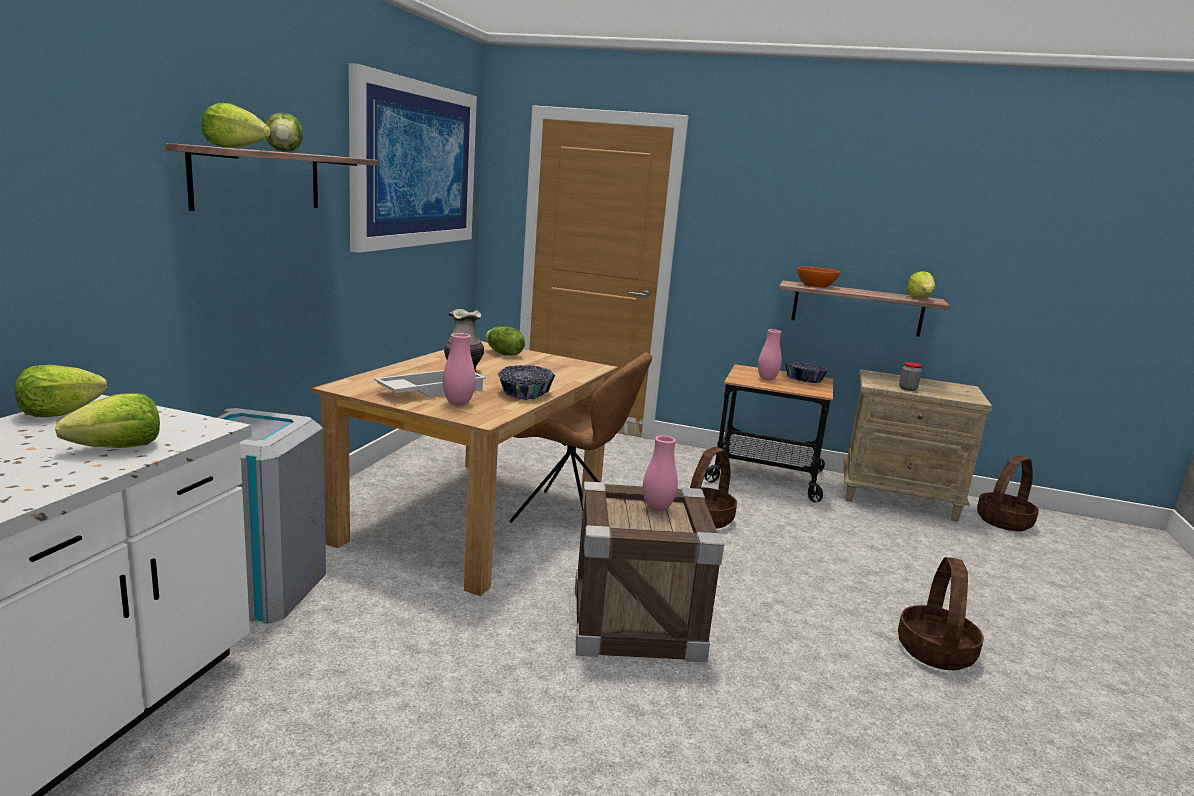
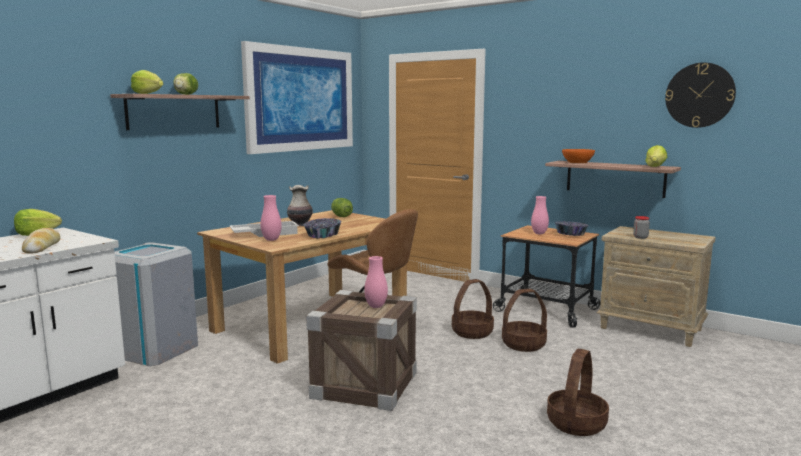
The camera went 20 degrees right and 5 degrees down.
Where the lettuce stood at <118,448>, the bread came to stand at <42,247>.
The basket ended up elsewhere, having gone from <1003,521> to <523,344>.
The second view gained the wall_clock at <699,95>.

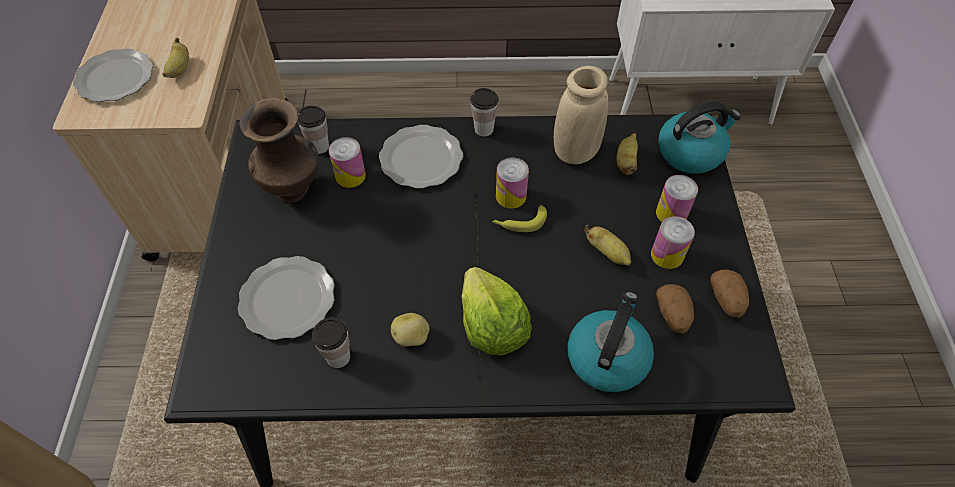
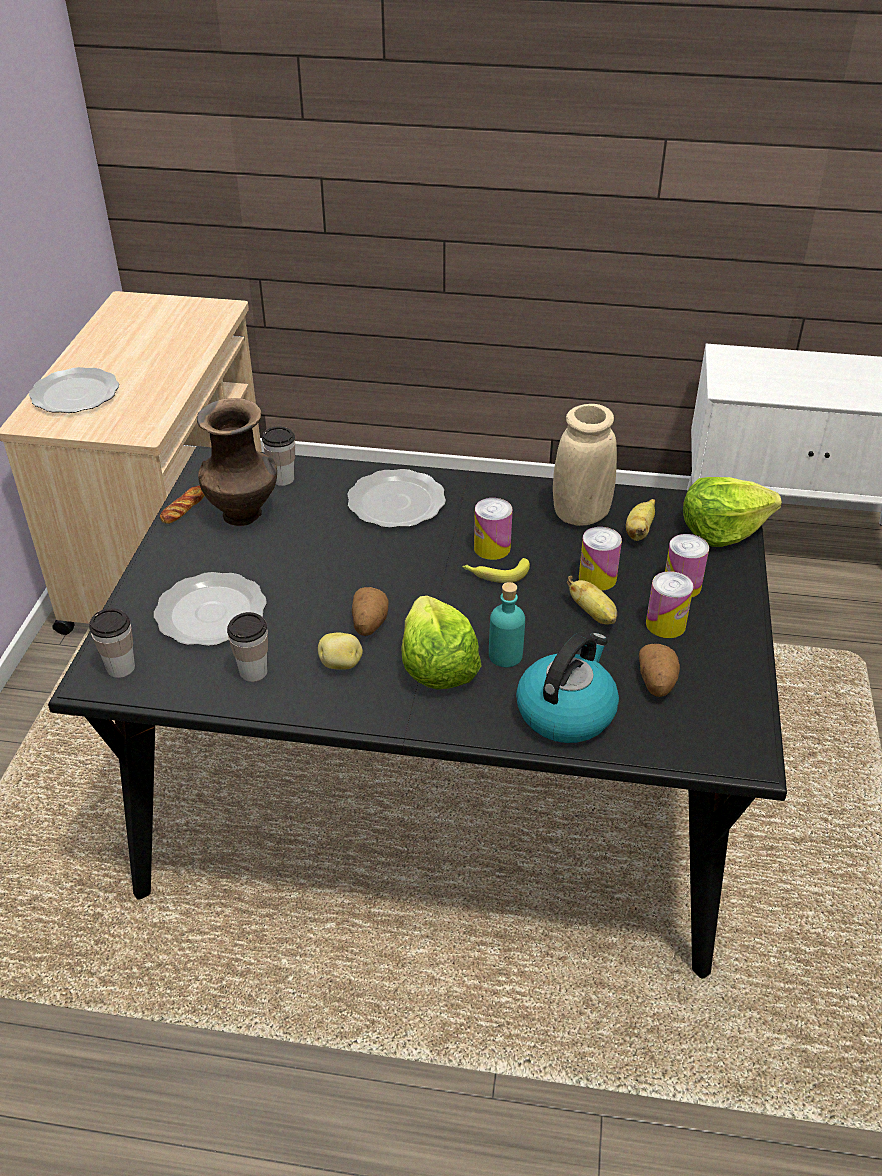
The camera went 10 degrees right and 15 degrees down.
The cup ended up elsewhere, having gone from <484,129> to <120,667>.
The second view gained the bread at <184,508>.
The potato ended up elsewhere, having gone from <726,300> to <369,624>.
The second view gained the turquoise_bottle at <505,655>.
The can ended up elsewhere, having gone from <350,176> to <597,578>.
Where the kettle stood at <691,152>, the lettuce came to stand at <722,530>.
The second view lost the banana at <179,69>.

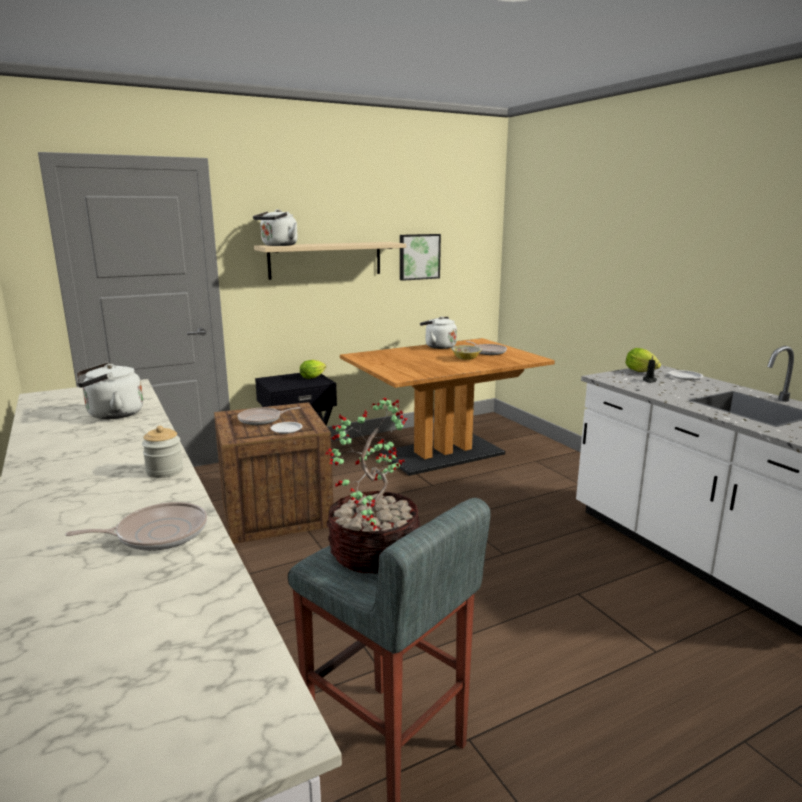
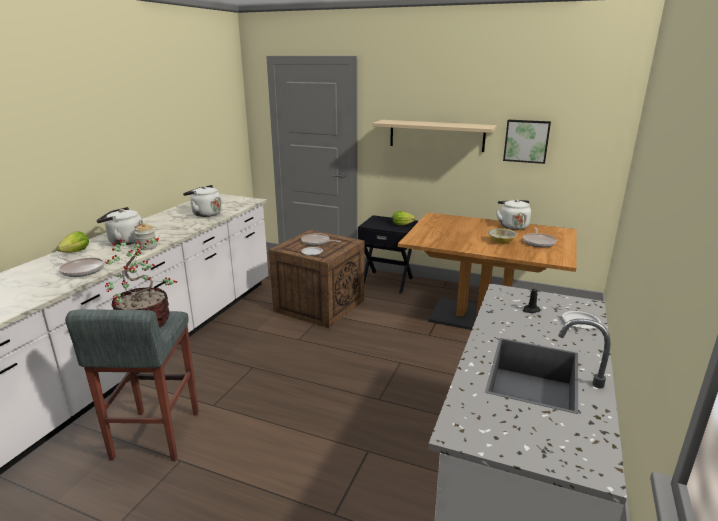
The camera went 50 degrees right and 5 degrees up.
The lettuce ended up elsewhere, having gone from <642,372> to <74,253>.
The white_kettle ended up elsewhere, having gone from <278,245> to <124,241>.

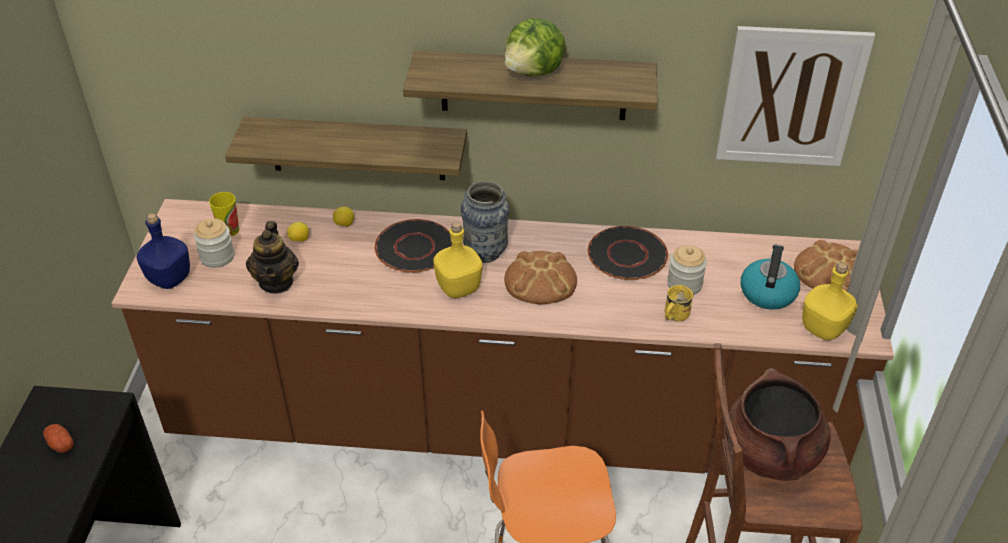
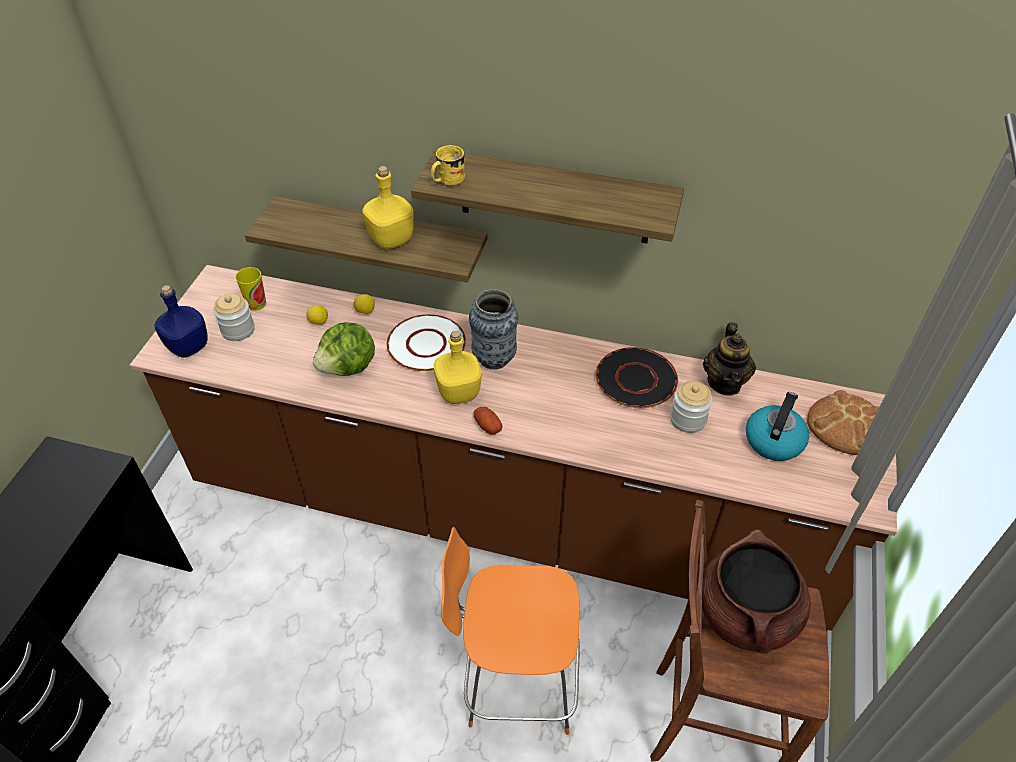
The camera went 10 degrees right and 5 degrees up.
The lettuce ended up elsewhere, having gone from <534,72> to <349,367>.
The yellow_bottle ended up elsewhere, having gone from <823,329> to <390,240>.
What was the black_plate at <415,247> turned into the white_plate at <427,344>.
The yellow_mug ended up elsewhere, having gone from <674,316> to <447,181>.
The potato ended up elsewhere, having gone from <60,444> to <487,426>.
The teapot ended up elsewhere, having gone from <276,282> to <724,382>.
The second view lost the bread at <540,280>.
The second view lost the picture at <790,97>.

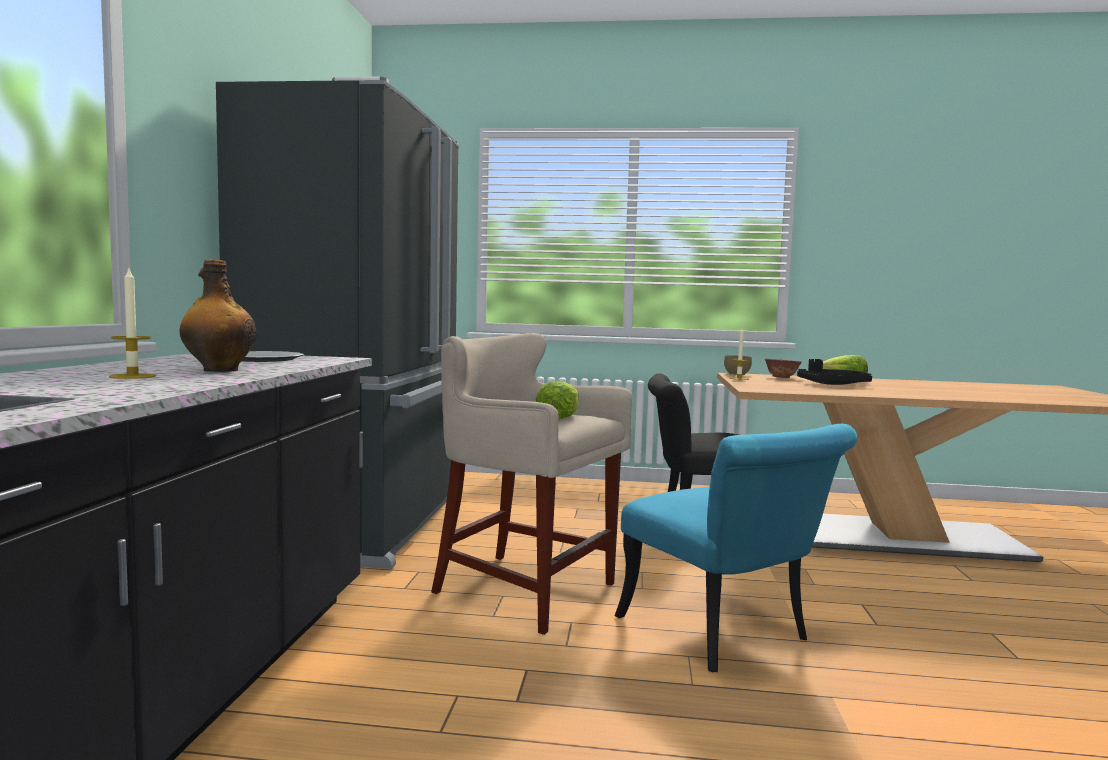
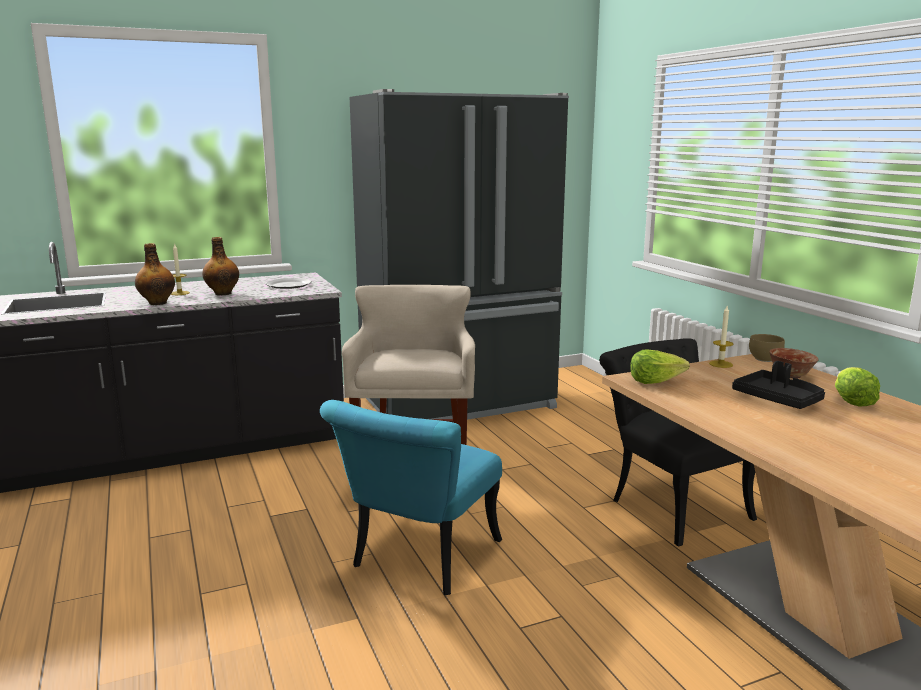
The camera went 60 degrees right and 10 degrees up.
The second view gained the bottle at <157,303>.
The lettuce ended up elsewhere, having gone from <559,416> to <655,381>.

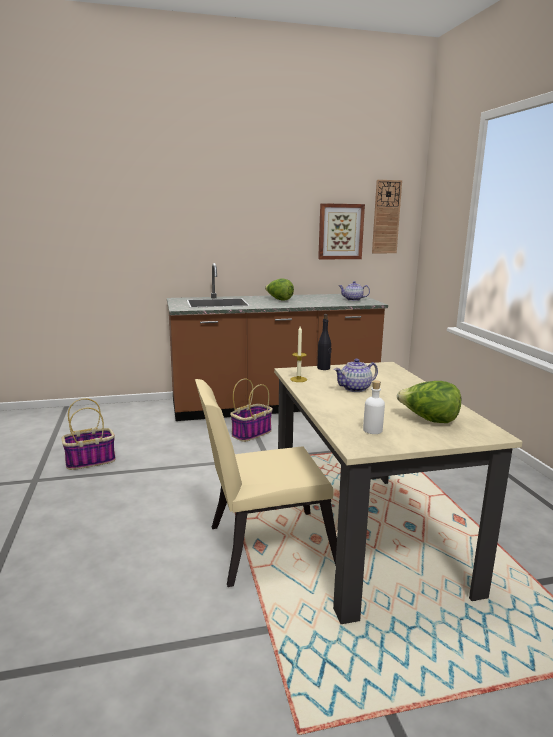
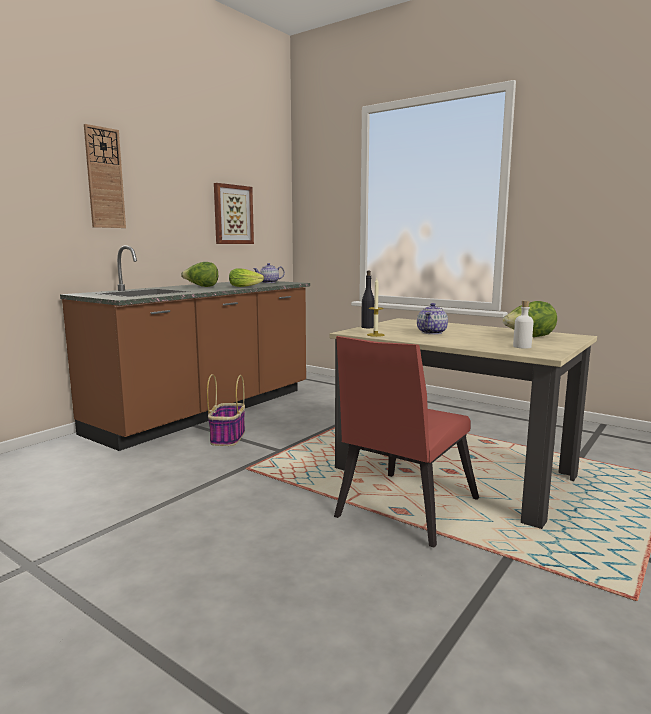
The camera went 40 degrees left and 5 degrees down.
The wall_clock ended up elsewhere, having gone from <386,217> to <104,178>.
The second view gained the lettuce at <247,286>.
What was the beige_chair at <263,547> turned into the red_chair at <402,511>.
The second view lost the basket at <91,461>.

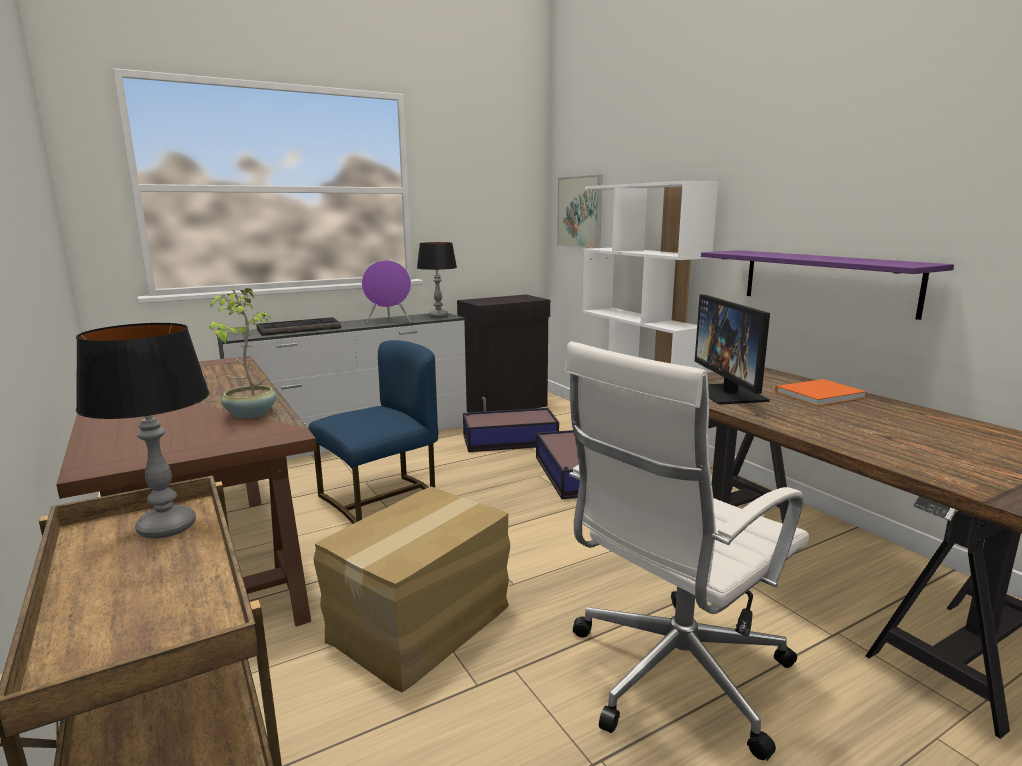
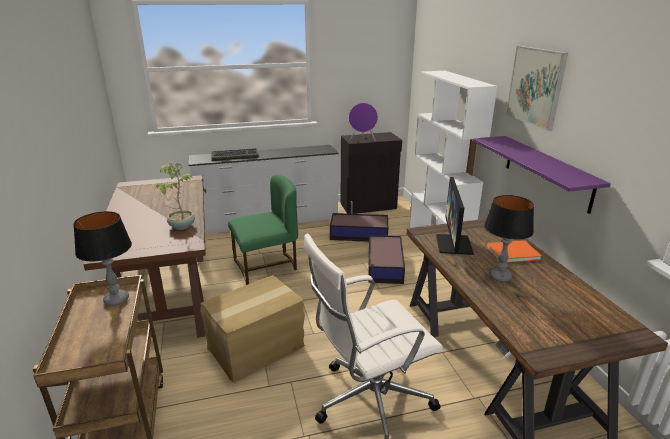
The camera went 15 degrees right and 10 degrees up.
What was the blue_chair at <381,499> turned into the green_chair at <266,267>.
The purple_speaker ended up elsewhere, having gone from <389,322> to <362,140>.
The table_lamp ended up elsewhere, having gone from <438,316> to <500,276>.
The picture ended up elsewhere, having gone from <580,212> to <535,86>.

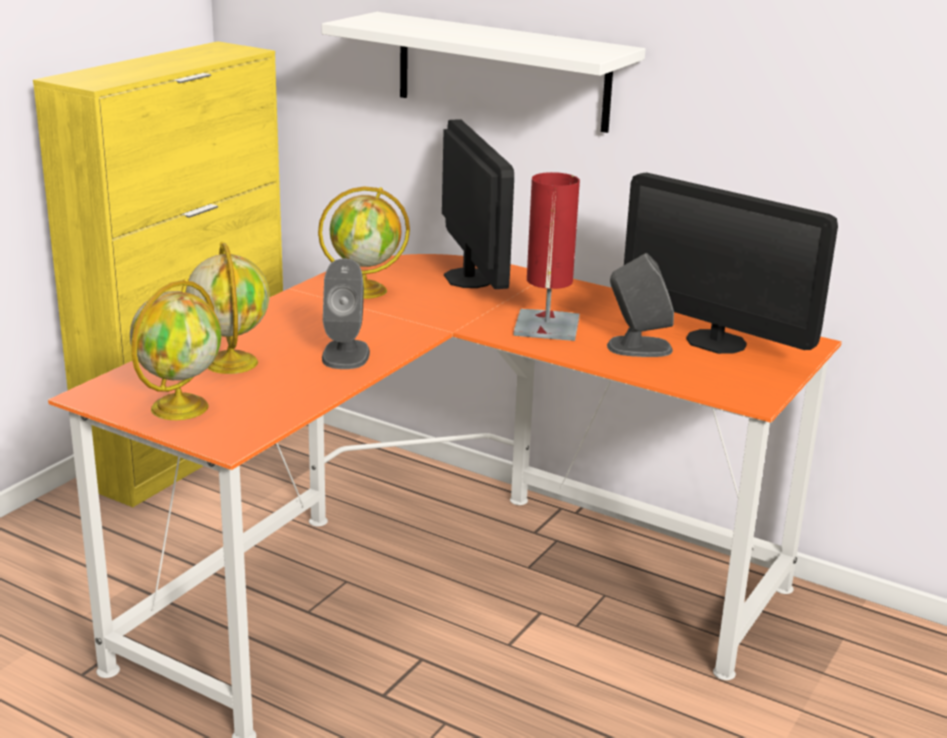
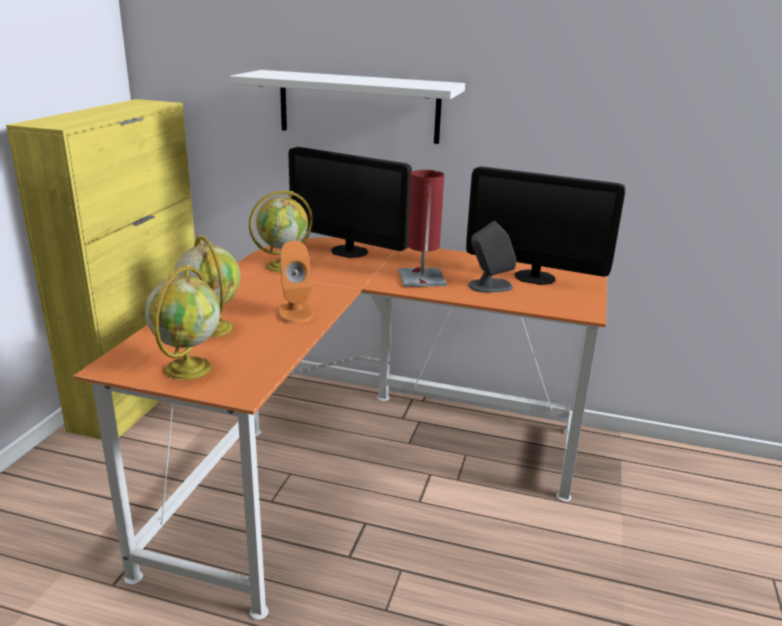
The camera went 15 degrees left and 0 degrees up.
What was the grey_speaker at <346,354> turned into the orange_speaker at <295,312>.
The monitor at <468,278> ended up facing another way, 150 degrees clockwise from before.

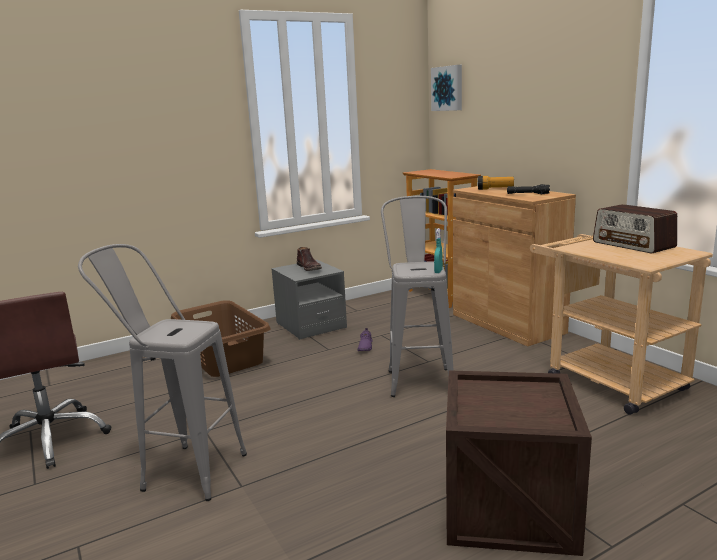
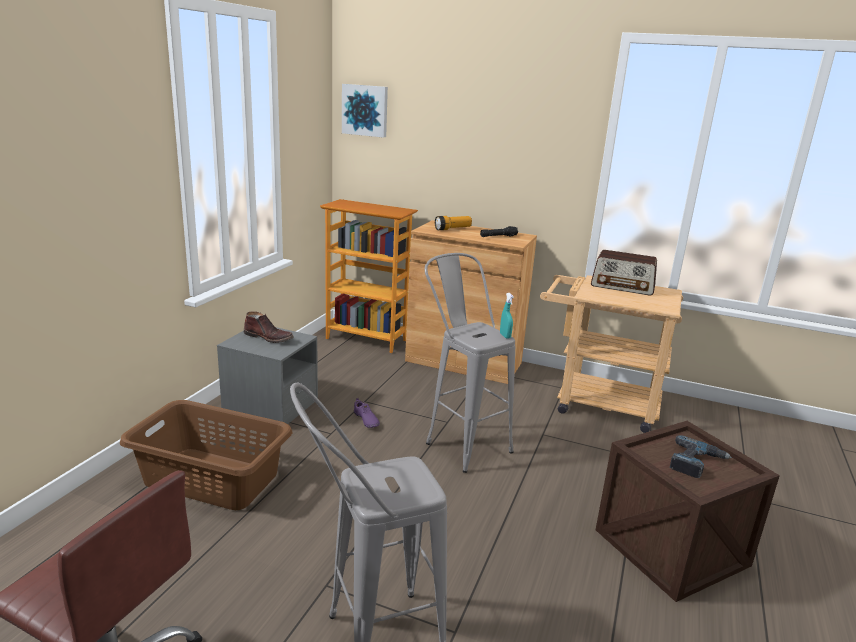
The camera went 40 degrees left and 5 degrees up.
The second view gained the power_drill at <696,463>.

